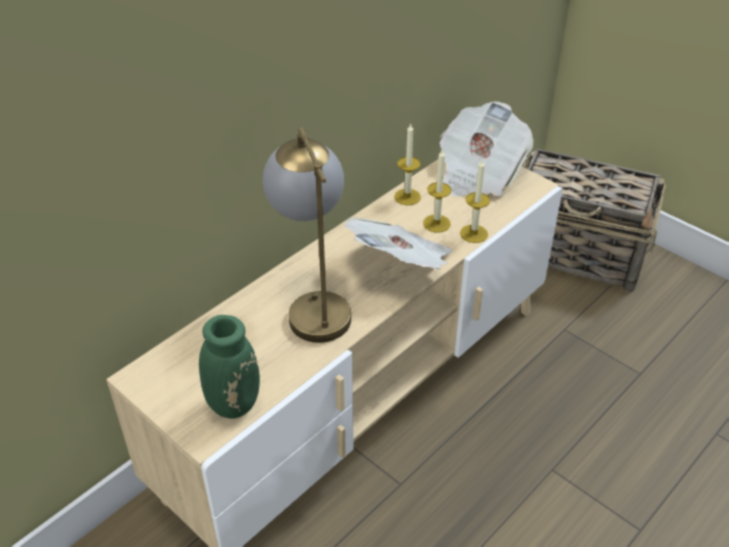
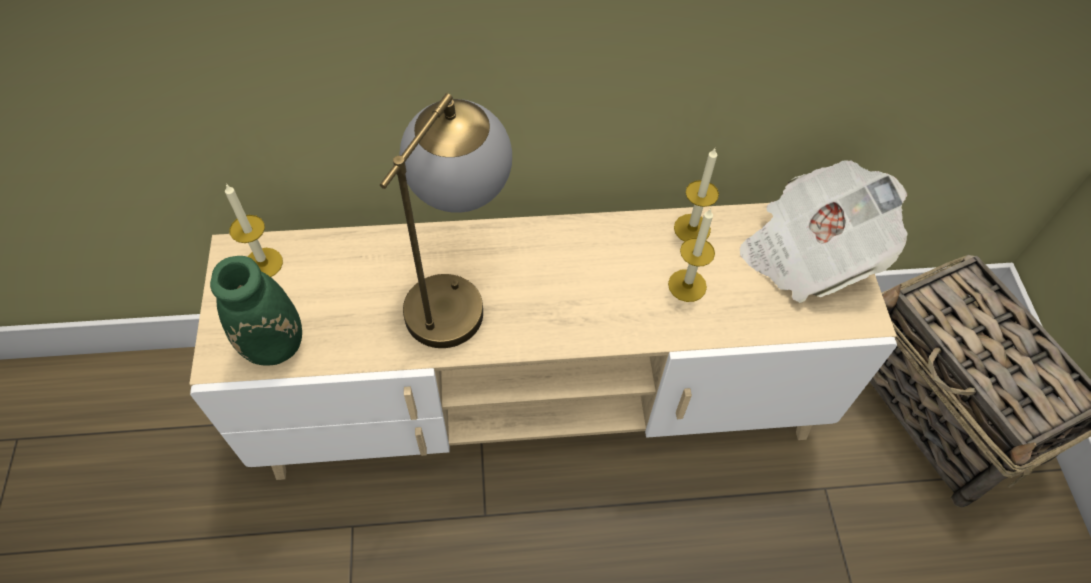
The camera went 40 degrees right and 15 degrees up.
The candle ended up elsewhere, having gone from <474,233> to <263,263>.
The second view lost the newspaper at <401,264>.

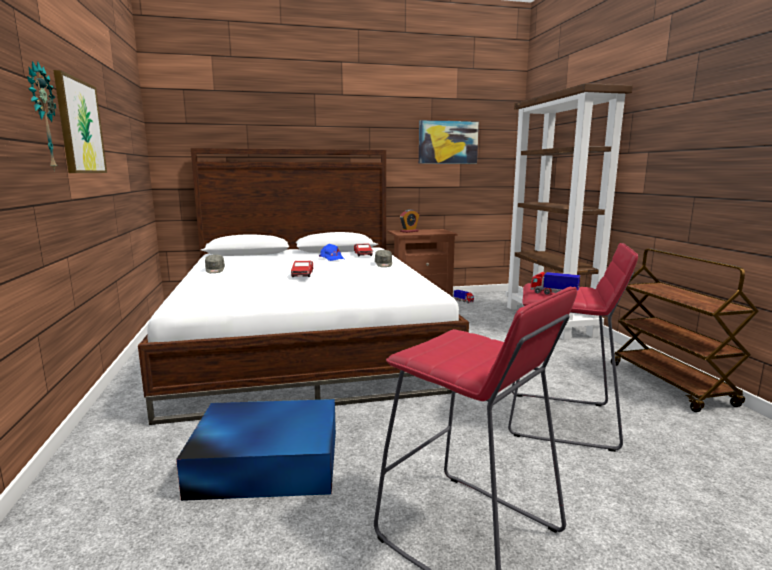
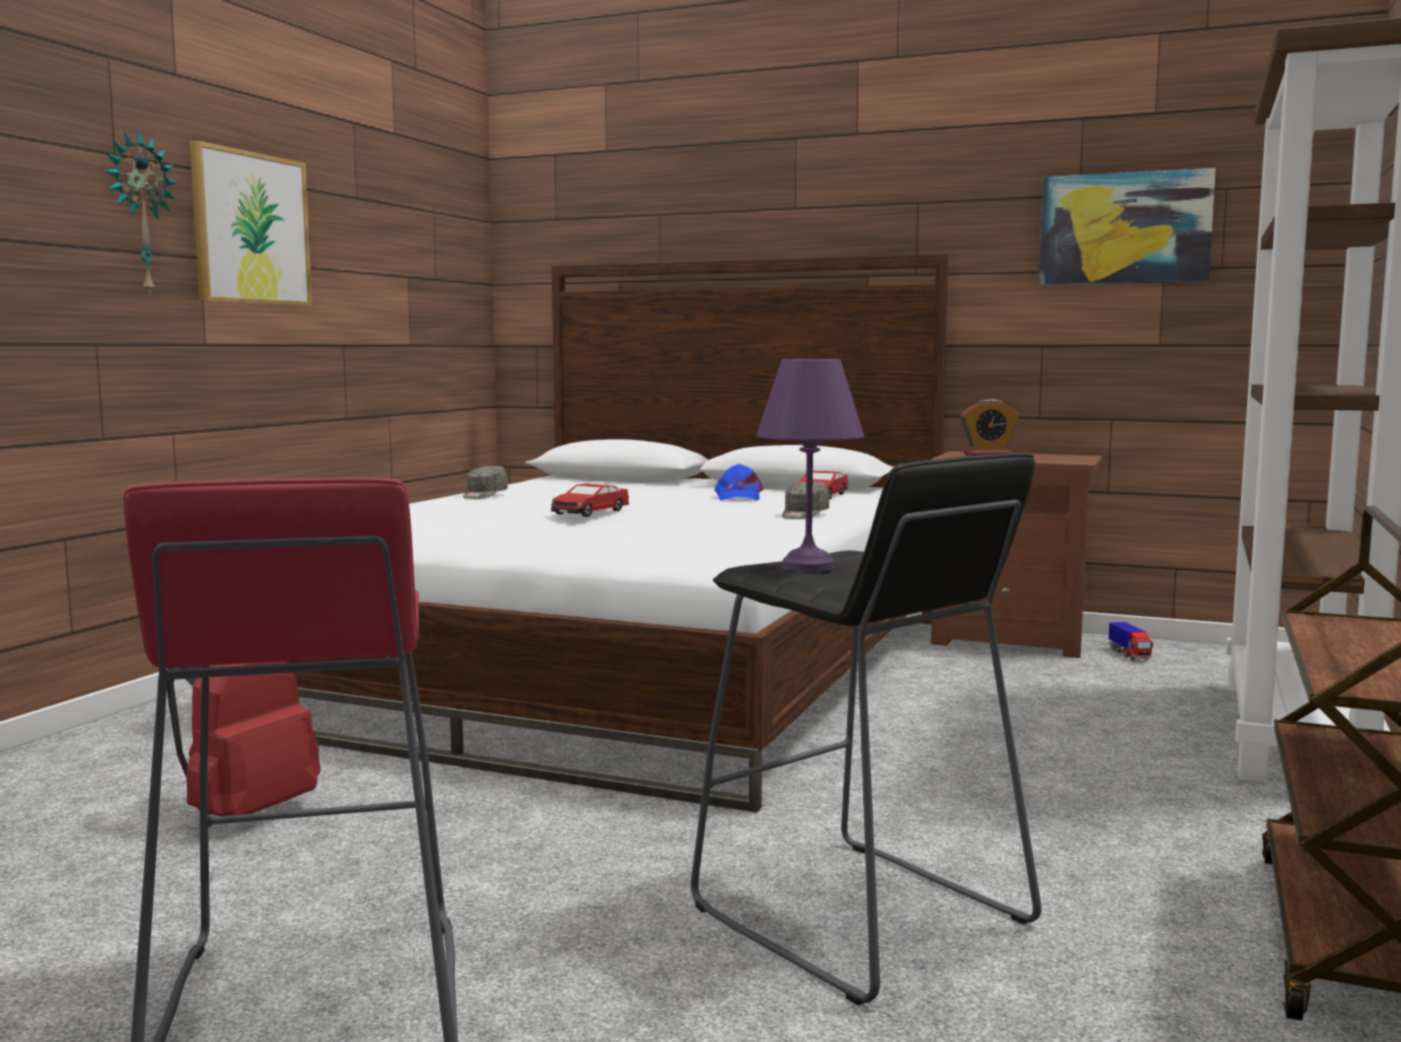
The camera went 35 degrees right and 5 degrees down.
Where the blue_storage_box stood at <265,462>, the red_backpack came to stand at <245,812>.
What was the red_stool at <561,420> turned into the black_stool at <860,917>.
Where the toy_truck stood at <553,293>, the purple_table_lamp came to stand at <808,567>.

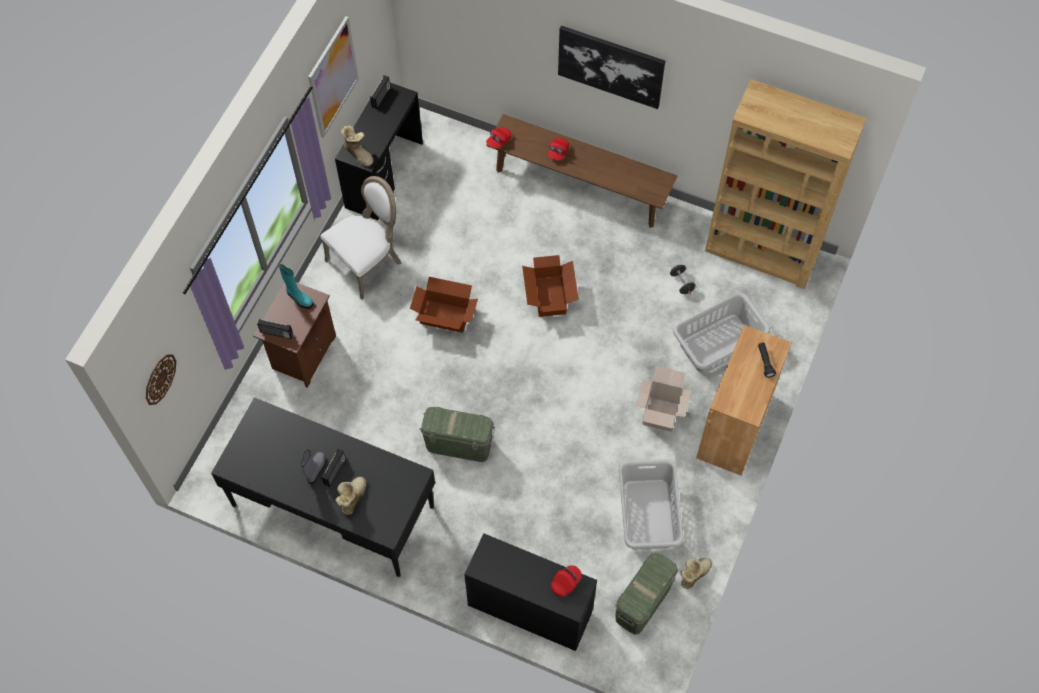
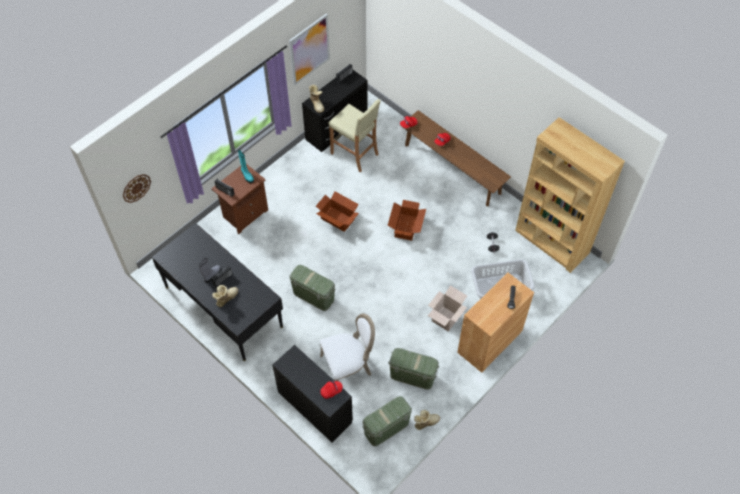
The camera went 20 degrees right and 5 degrees down.
The white_chair ended up elsewhere, having gone from <367,262> to <348,366>.
The second view gained the beige_stool at <355,154>.
Where the grey_laundry_basket stood at <648,514>, the green_storage_box came to stand at <412,376>.
The second view lost the picture at <611,66>.

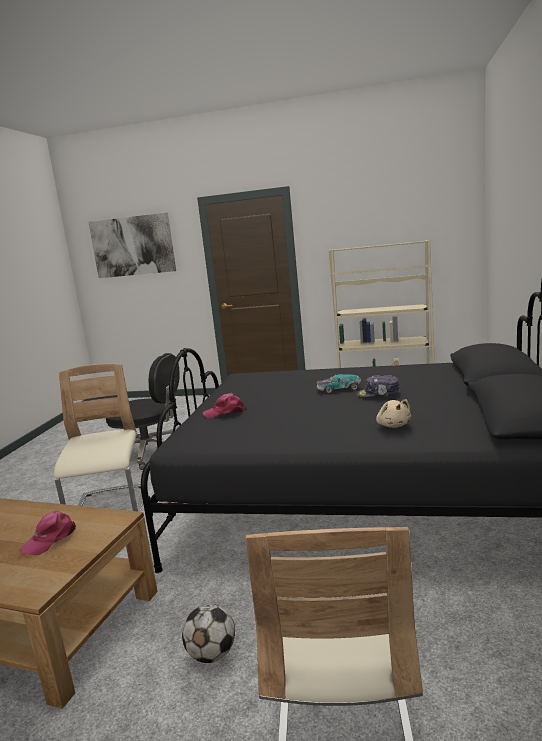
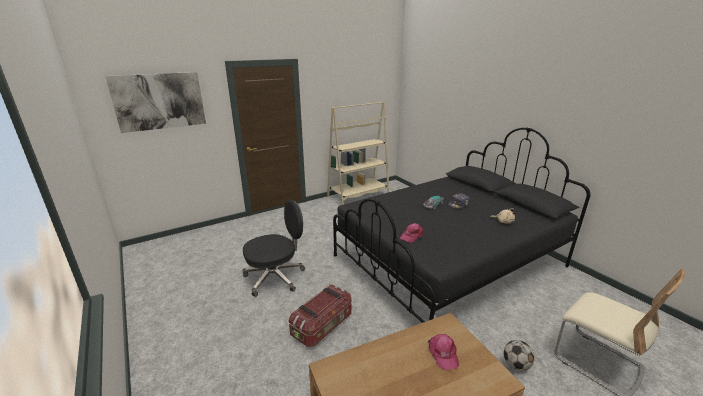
The camera went 45 degrees left and 10 degrees up.
Where the beige_chair stood at <110,507>, the storage_box came to stand at <323,326>.

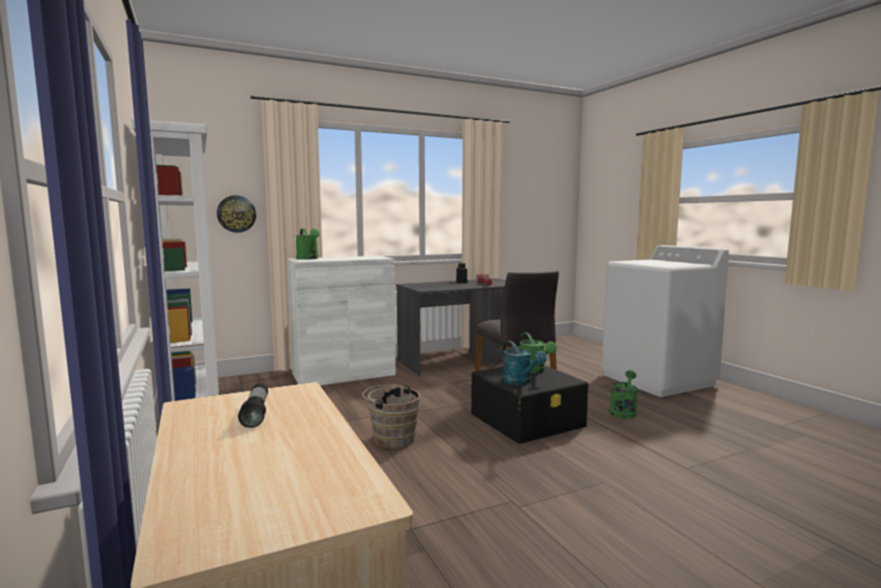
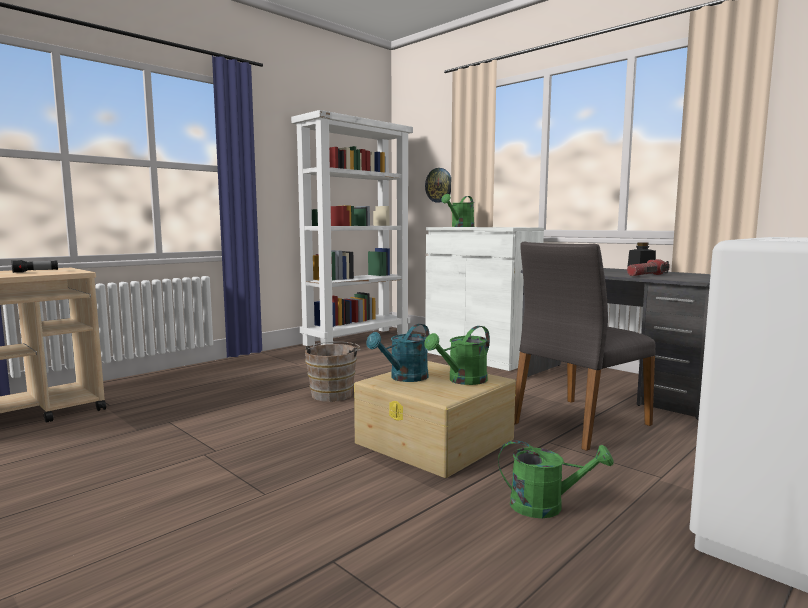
The camera went 70 degrees right and 0 degrees up.
What was the black_storage_box at <527,419> turned into the beige_storage_box at <435,441>.

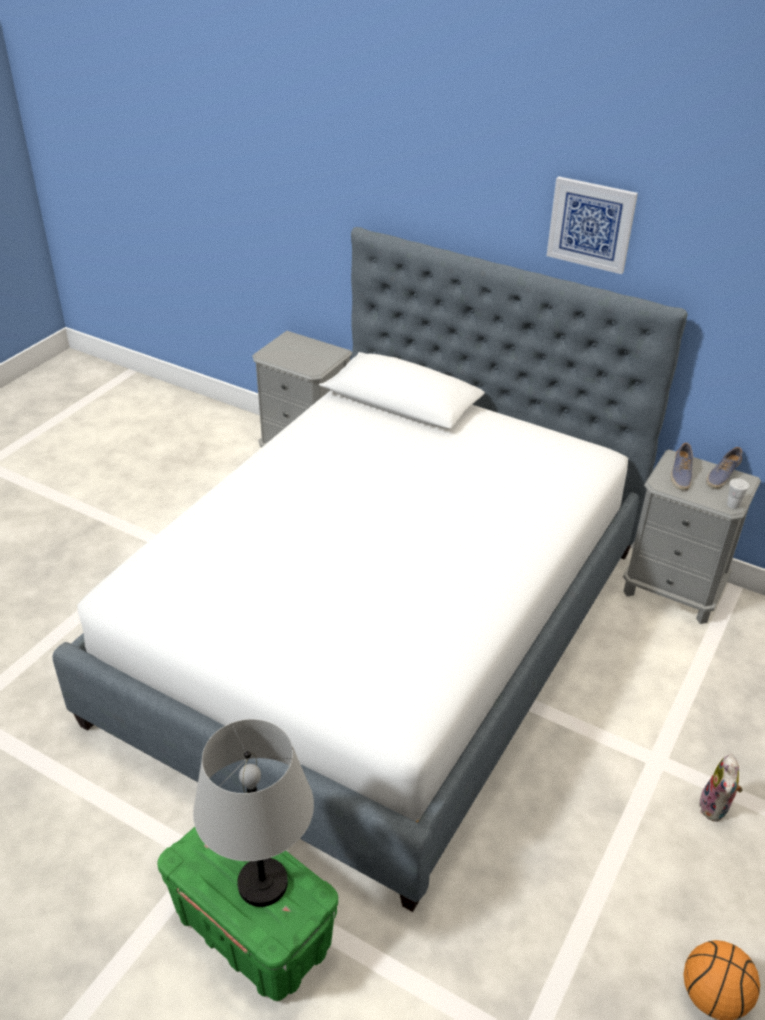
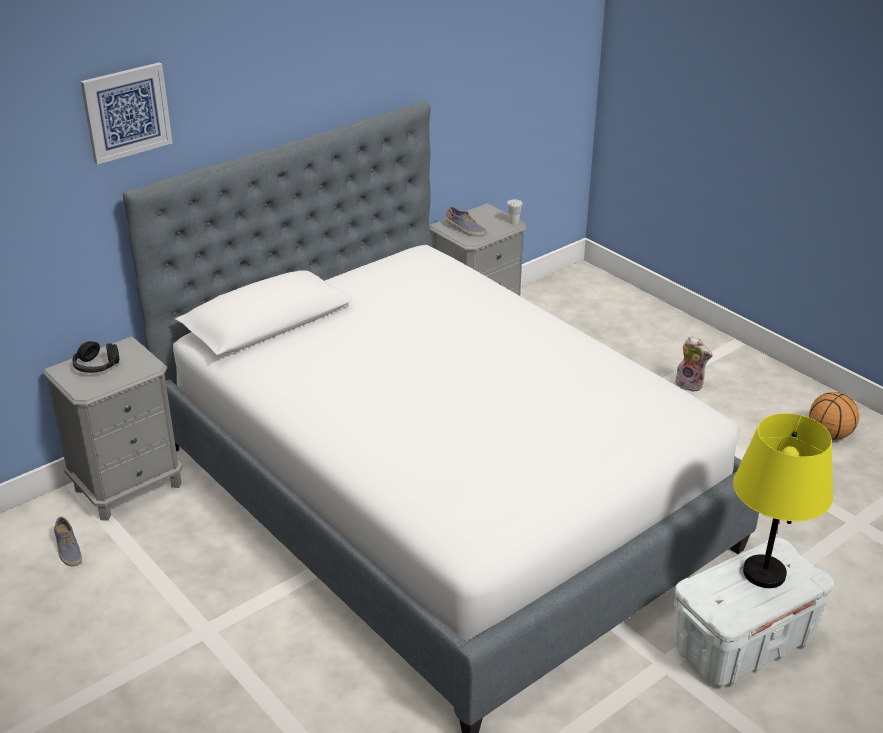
The camera went 70 degrees left and 5 degrees down.
The shoe ended up elsewhere, having gone from <721,475> to <68,549>.
The second view gained the black_headphones at <96,366>.
The picture ended up elsewhere, having gone from <591,224> to <126,112>.
What was the green_storage_box at <254,929> turned into the white_storage_box at <742,643>.
What was the grey_table_lamp at <263,882> turned into the yellow_table_lamp at <763,573>.

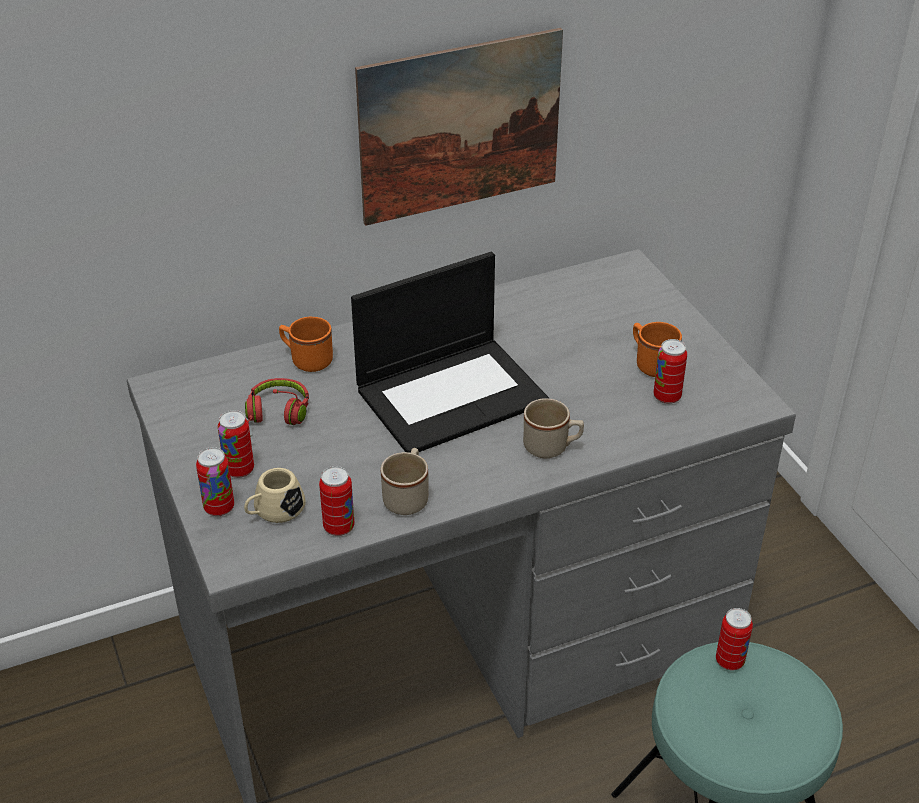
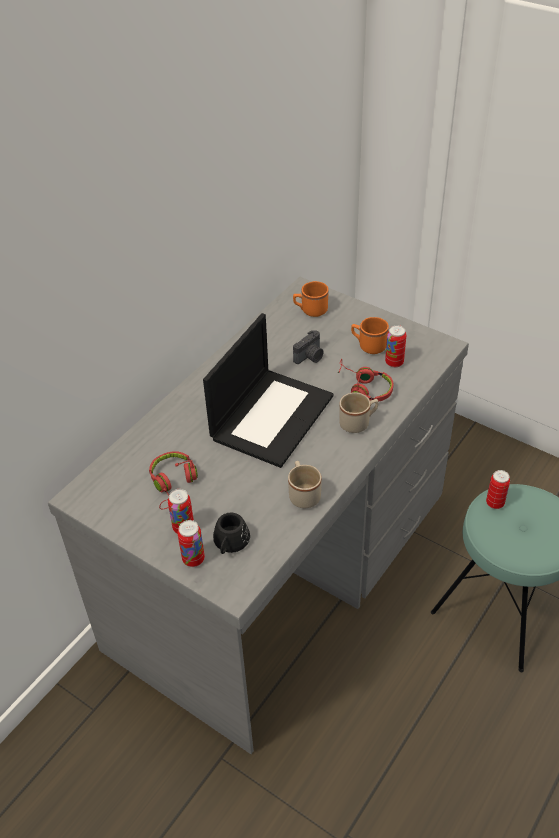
The camera went 30 degrees left and 5 degrees up.
What was the beige_mug at <274,510> turned into the black_mug at <230,543>.
The orange_mug ended up elsewhere, having gone from <306,360> to <310,310>.
The second view gained the photo_camera at <310,357>.
The second view gained the red_headphones at <364,388>.
The second view lost the can at <339,527>.
The second view lost the picture at <460,127>.

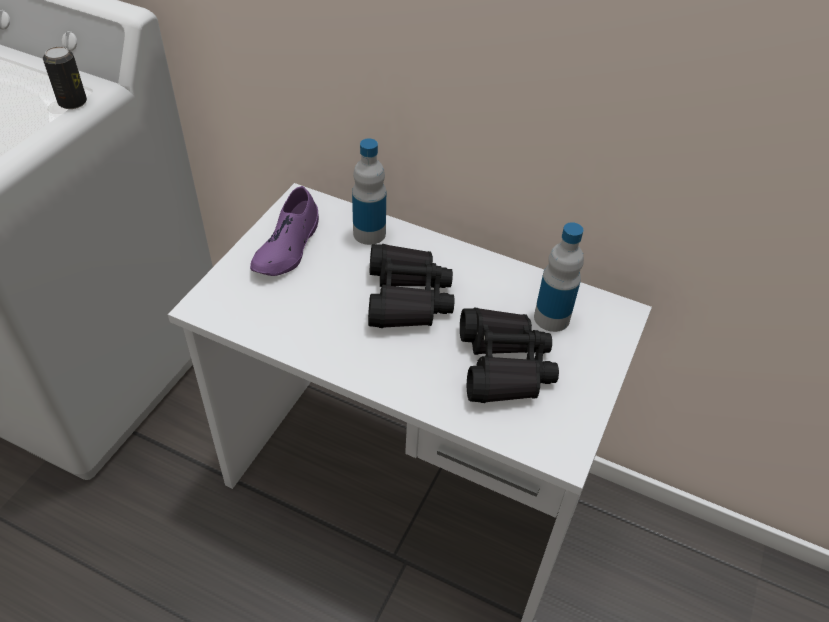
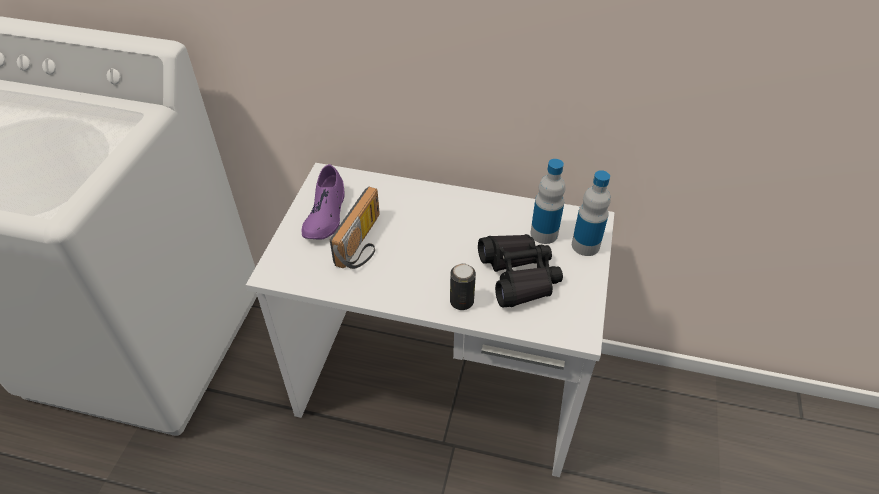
The camera went 10 degrees left and 0 degrees up.
The second view gained the radio at <363,243>.
The can ended up elsewhere, having gone from <72,102> to <461,302>.
The bottle ended up elsewhere, having gone from <369,233> to <585,245>.
The second view lost the black_binoculars at <407,297>.

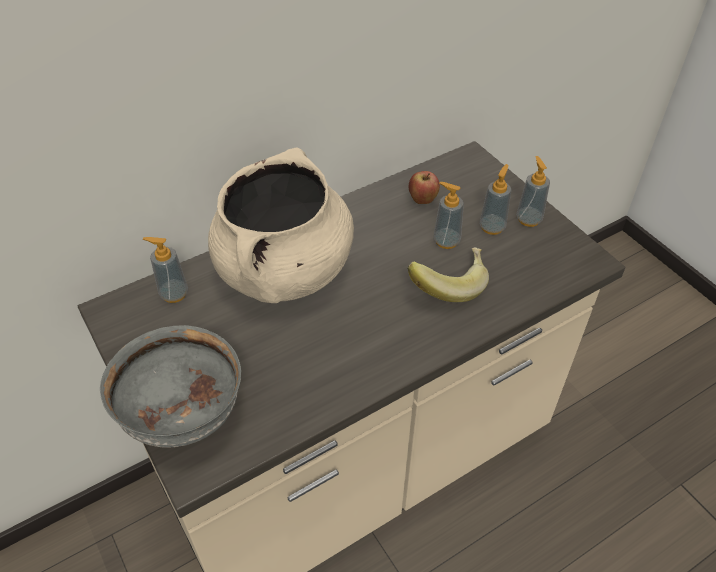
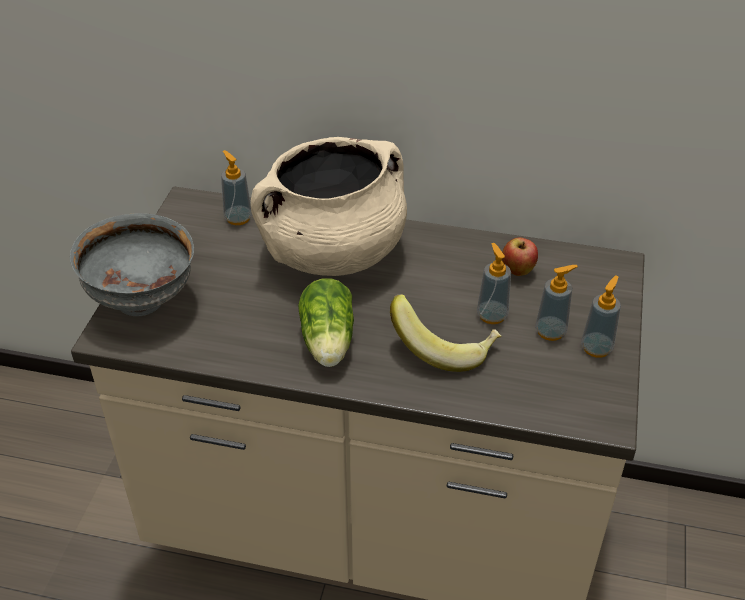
The camera went 45 degrees right and 5 degrees down.
The second view gained the lettuce at <328,343>.

